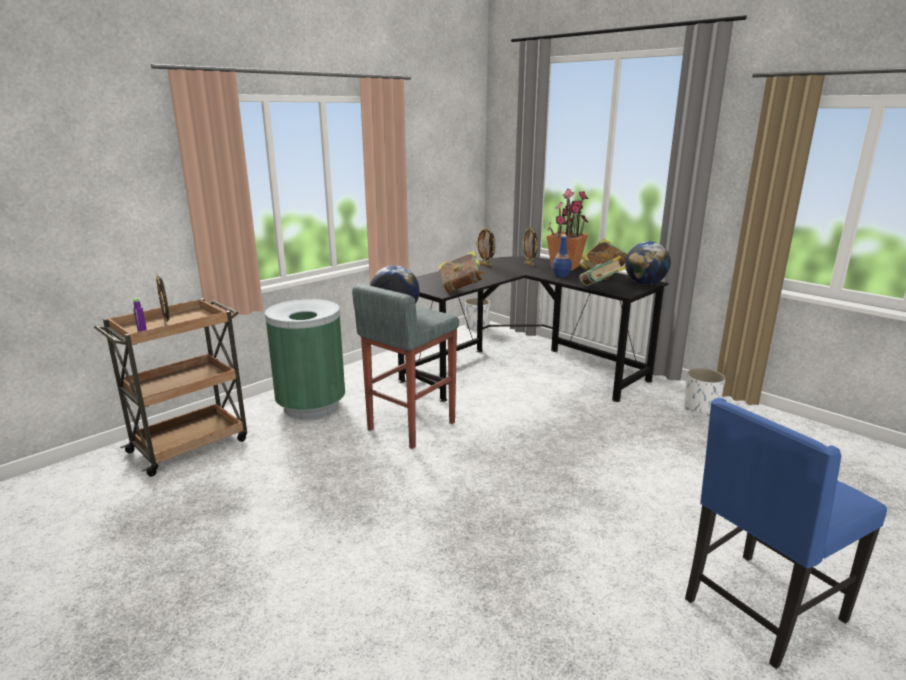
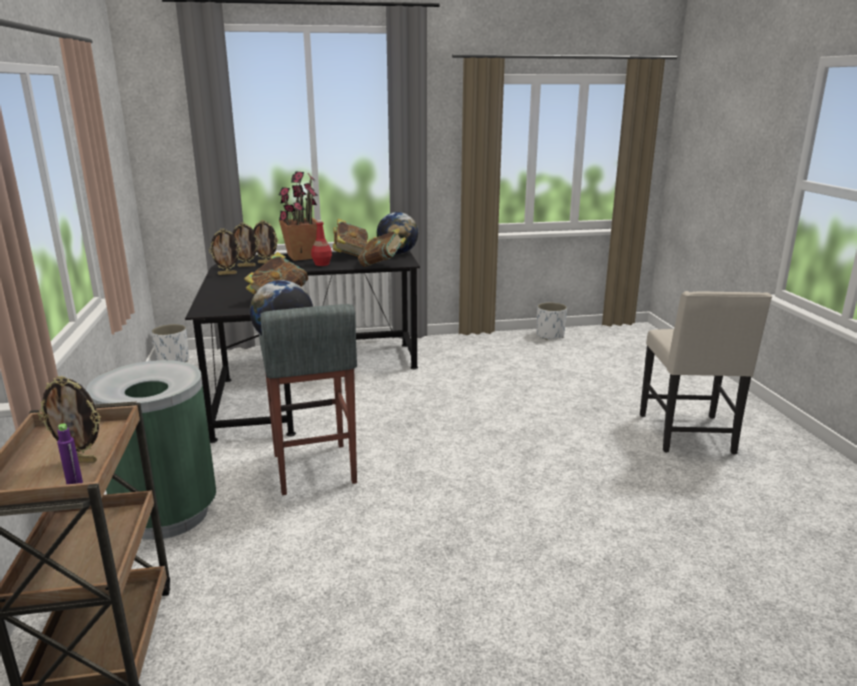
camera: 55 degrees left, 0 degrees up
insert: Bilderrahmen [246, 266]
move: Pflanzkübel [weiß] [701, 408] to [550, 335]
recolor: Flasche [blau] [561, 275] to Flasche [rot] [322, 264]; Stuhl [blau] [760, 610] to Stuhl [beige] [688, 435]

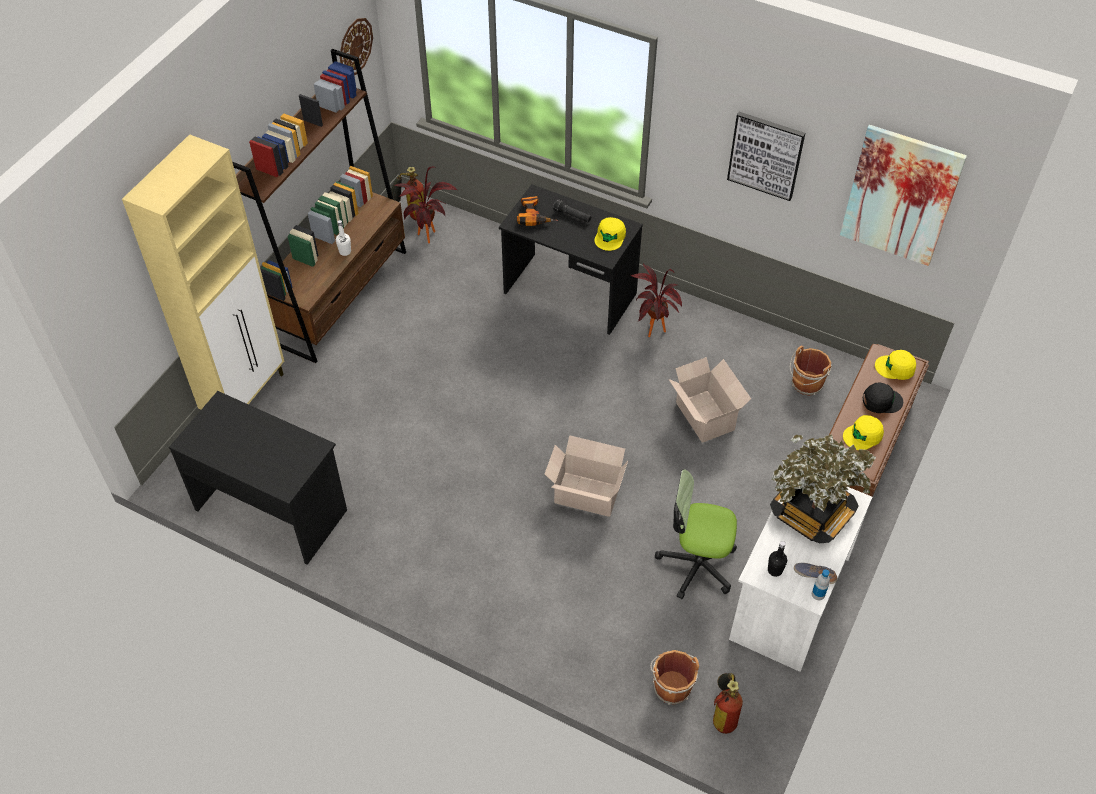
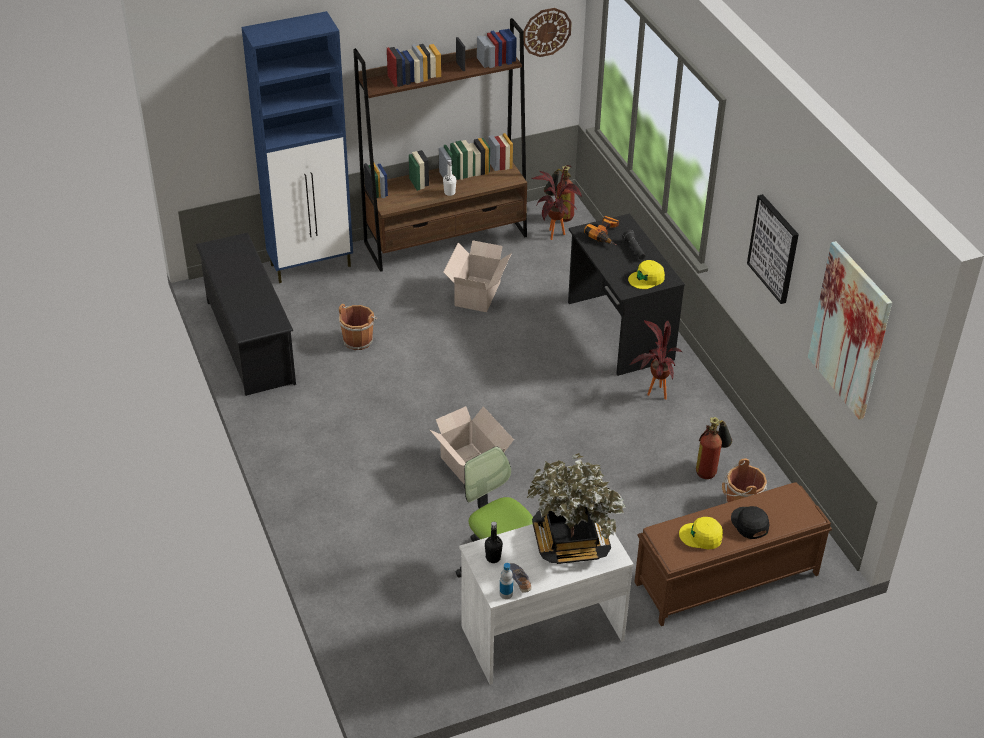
camera: 40 degrees right, 10 degrees down
delete: Kappe [gelb] [895, 368]
move: Eimer [braun] [671, 686] to [358, 339]; Karton [704, 415] to [478, 293]; Feuerlöscher [724, 714] to [711, 468]
replace: Schreibtisch [schwarz] [272, 508] to Schuhregal [schwarz] [250, 341]
recolor: Schrank [beige] [246, 396] to Schrank [blau] [312, 265]
rotate: Kappe [schwarz] [881, 401] = [749, 523] 150 degrees counterclockwise

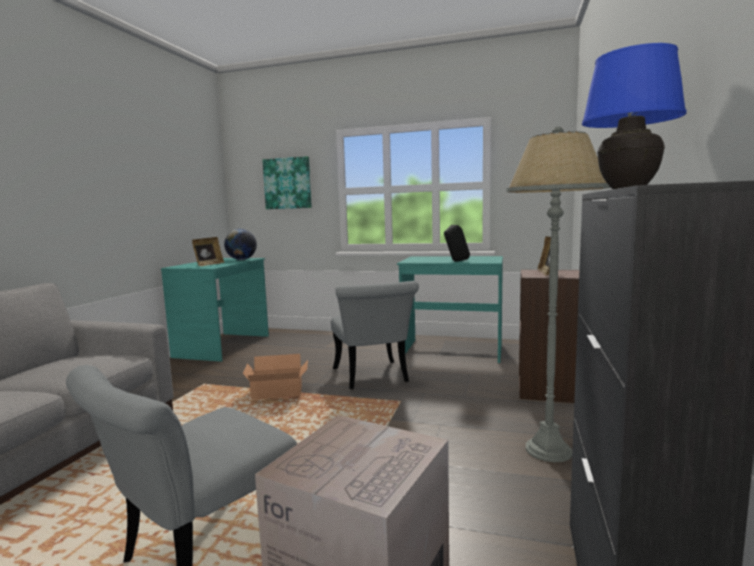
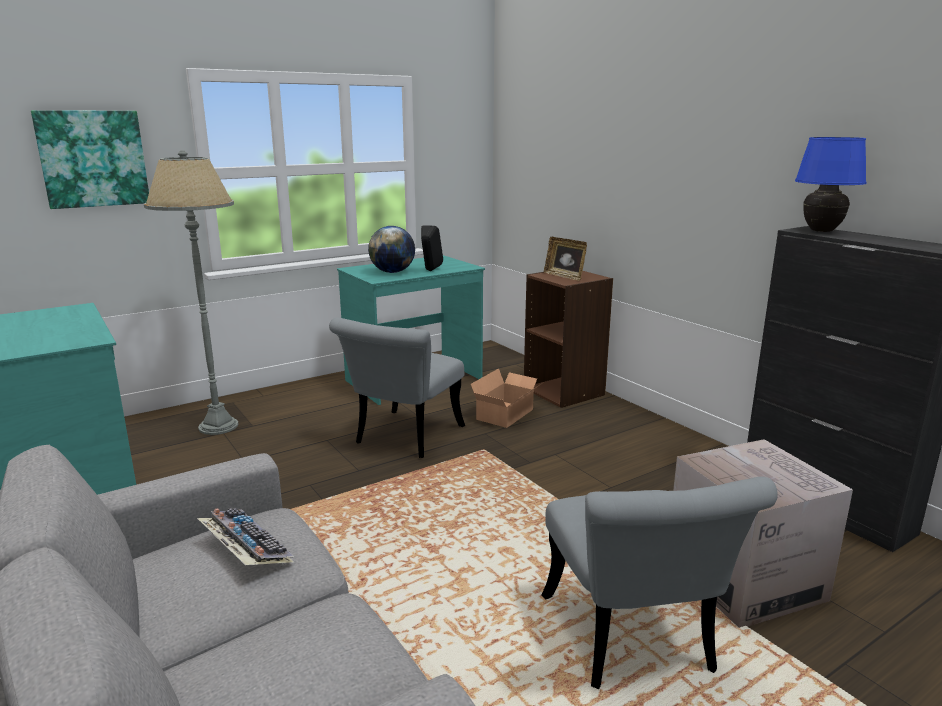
camera: 50 degrees left, 10 degrees up
delete: Bilderrahmen [208, 264]
insert: Tastatur [244, 548]
move: Globus [241, 259] to [392, 272]; Karton [278, 393] to [507, 414]; Stehlampe [grau] [549, 450] to [219, 426]
rotate: Stuhl [grau] [372, 378] = [403, 438] 90 degrees clockwise

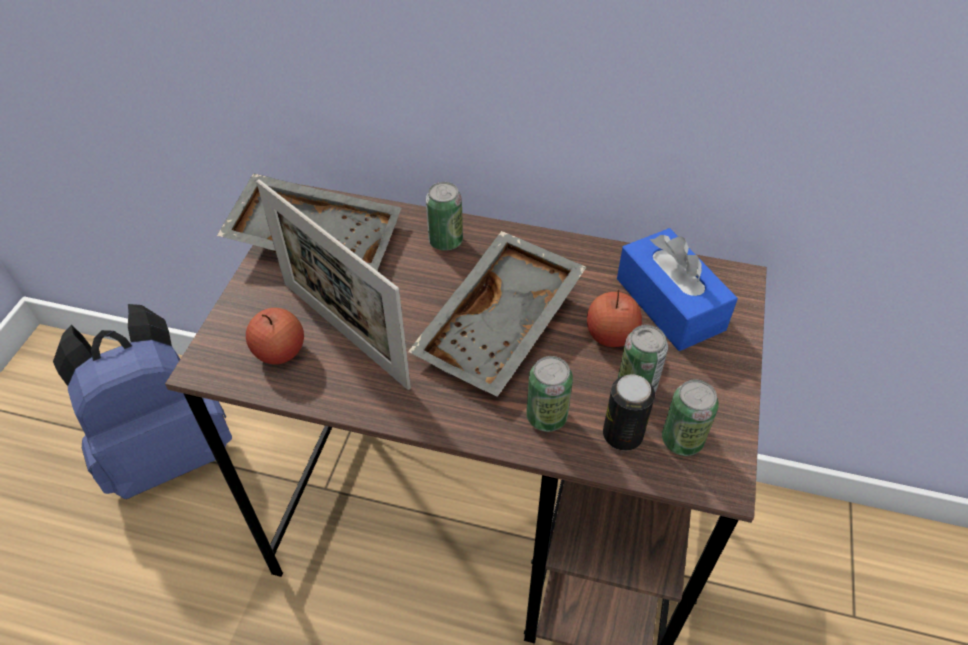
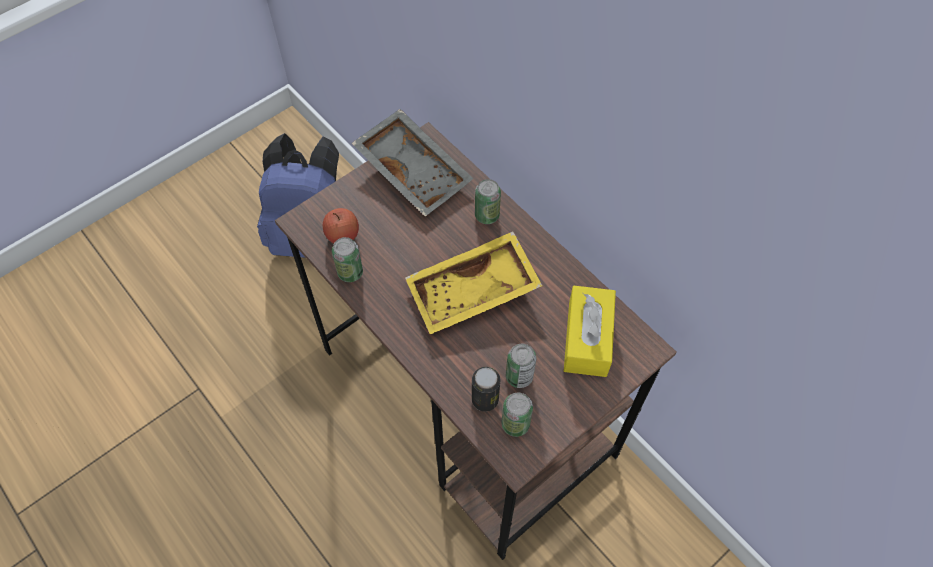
camera: 35 degrees right, 10 degrees up
delete: Bilderrahmen [344, 333]; Apfel [611, 335]
move: Dose [546, 416] to [350, 272]
recolor: Tablett [grau] [502, 327] to Tablett [gelb] [473, 293]; Taschentuchbox [blau] [669, 304] to Taschentuchbox [gelb] [587, 338]

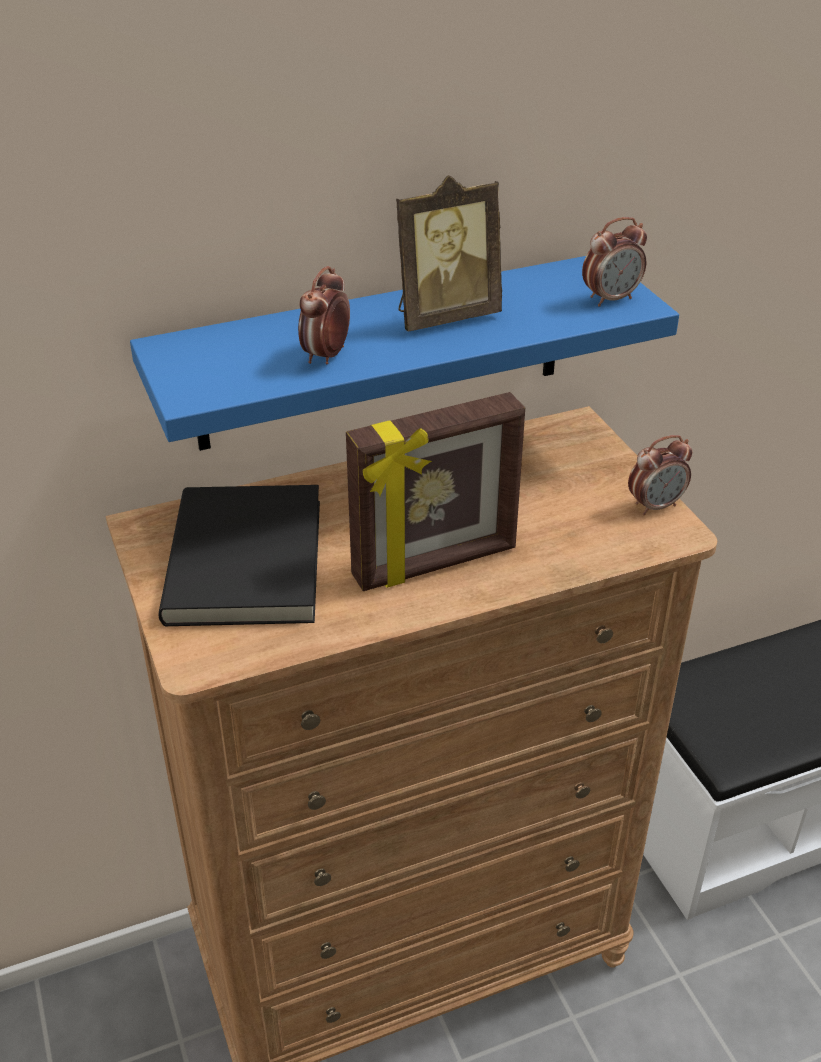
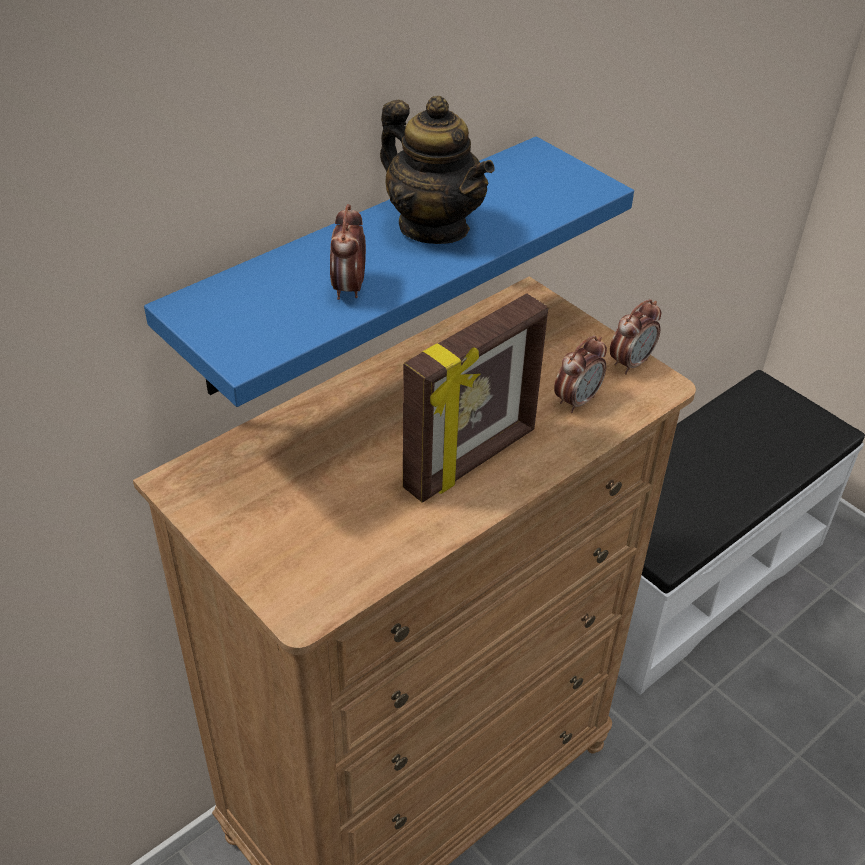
camera: 20 degrees left, 5 degrees up
delete: Buch [schwarz] [250, 560]
move: Wecker [611, 299] to [577, 401]
replace: Bilderrahmen [444, 316] to Teekanne [433, 227]

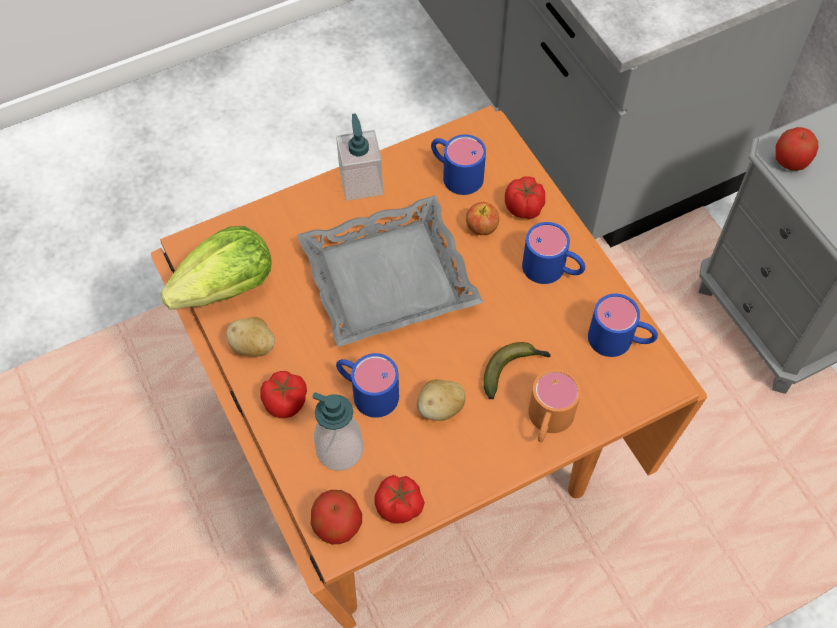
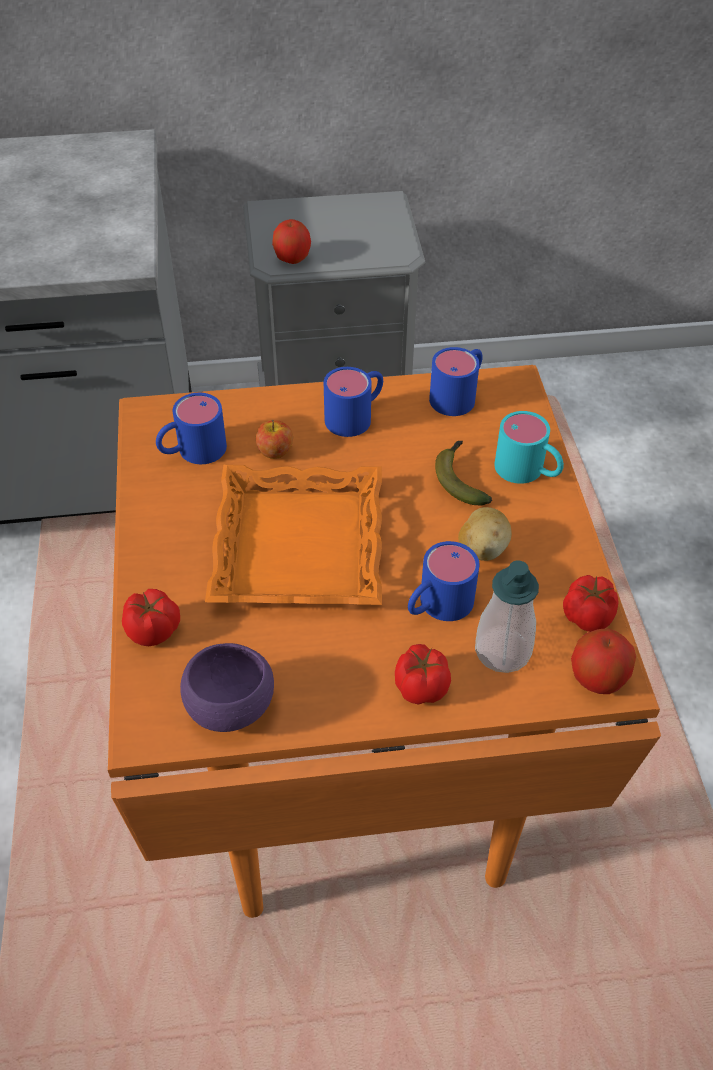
camera: 70 degrees left, 10 degrees down
delete: Kartoffel [253, 346]; Seifenspender [361, 183]
move: Tomate [524, 208] to [154, 630]
replace: Salatkopf [227, 288] to Schüssel [lila] [231, 708]
recolor: Tablett [grau] [388, 277] to Tablett [orange] [297, 545]; Henkelbecher [orange] [547, 422] to Henkelbecher [türkis] [528, 471]

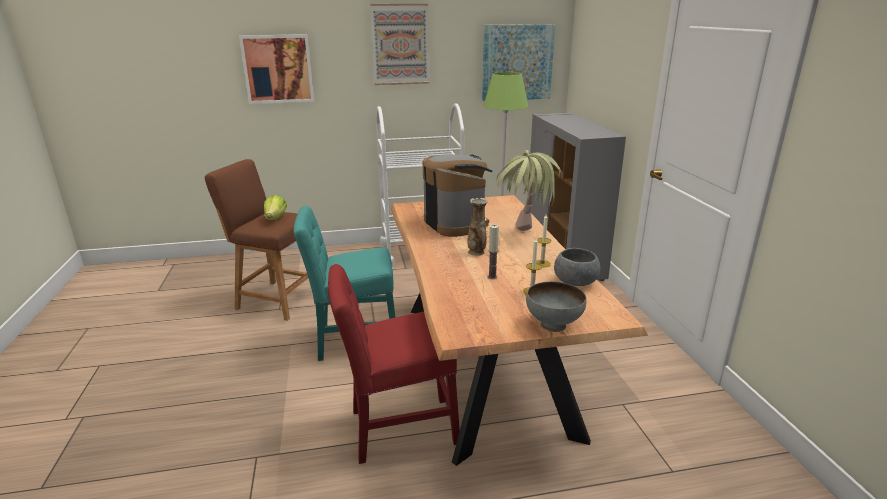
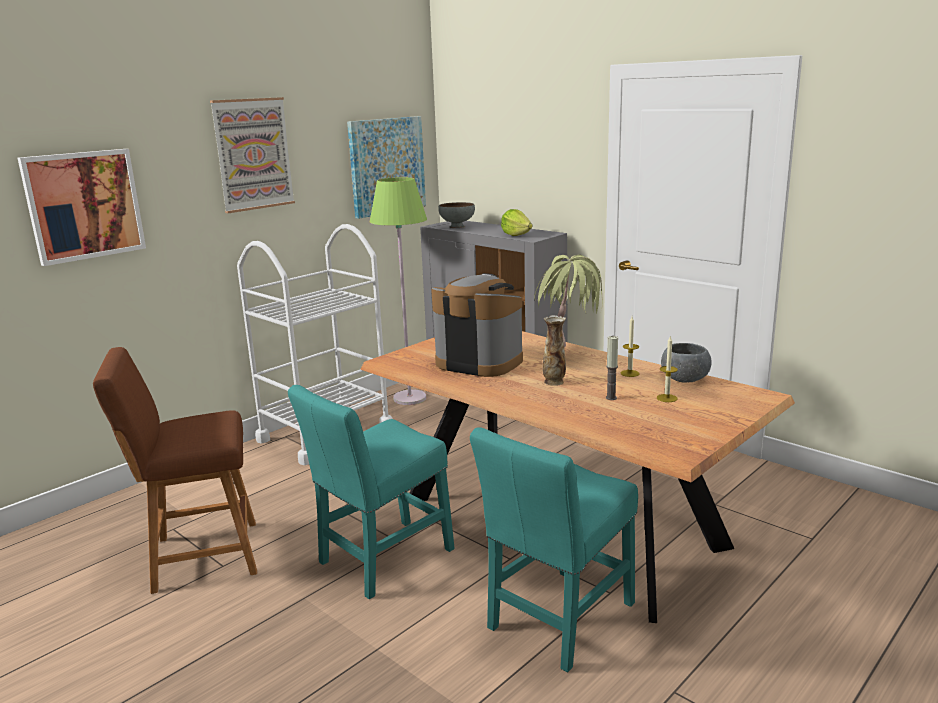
camera: 35 degrees left, 5 degrees down
move: Salatkopf [276, 218] to [516, 235]; Schüssel [grau] [553, 325] to [457, 227]
recolor: Stuhl [rot] [397, 429] to Stuhl [türkis] [558, 621]

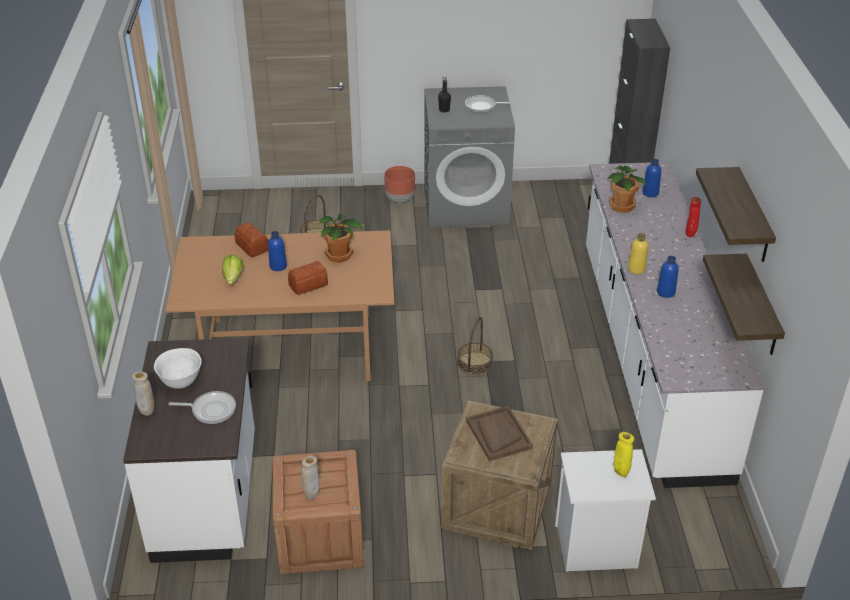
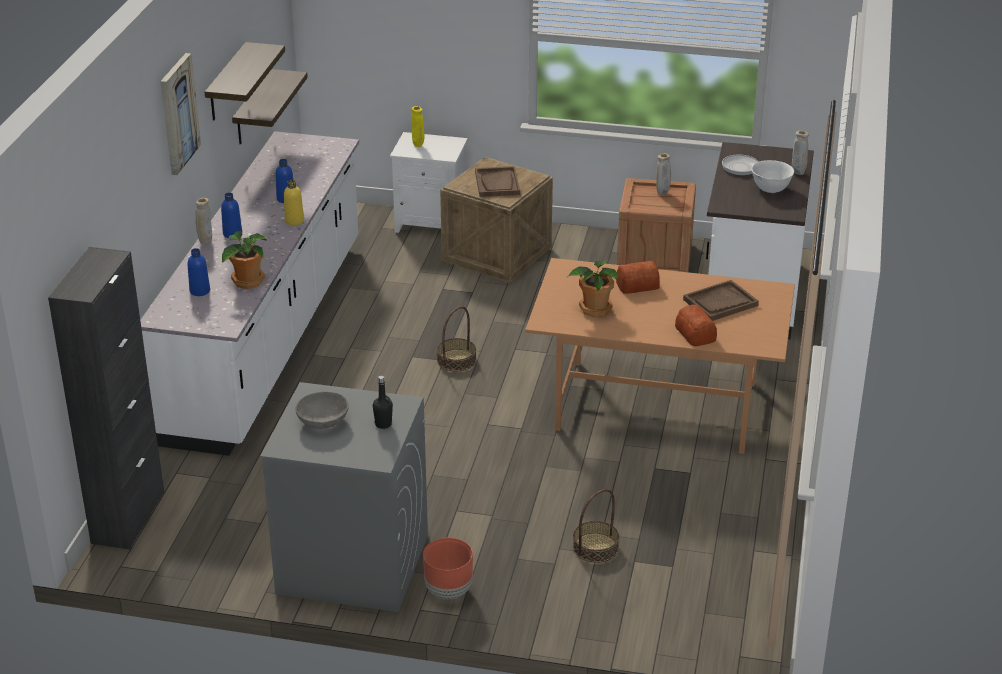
camera: 165 degrees left, 5 degrees down
insert: Bild [178, 113]
move: Flasche [blau] [278, 266] to [232, 234]
replace: Salatkopf [233, 278] to Tablett [braun] [720, 303]; Pfanne [482, 106] to Schüssel [grau] [322, 421]
recolor: Vase [rot] [690, 235] to Vase [beige] [205, 242]

